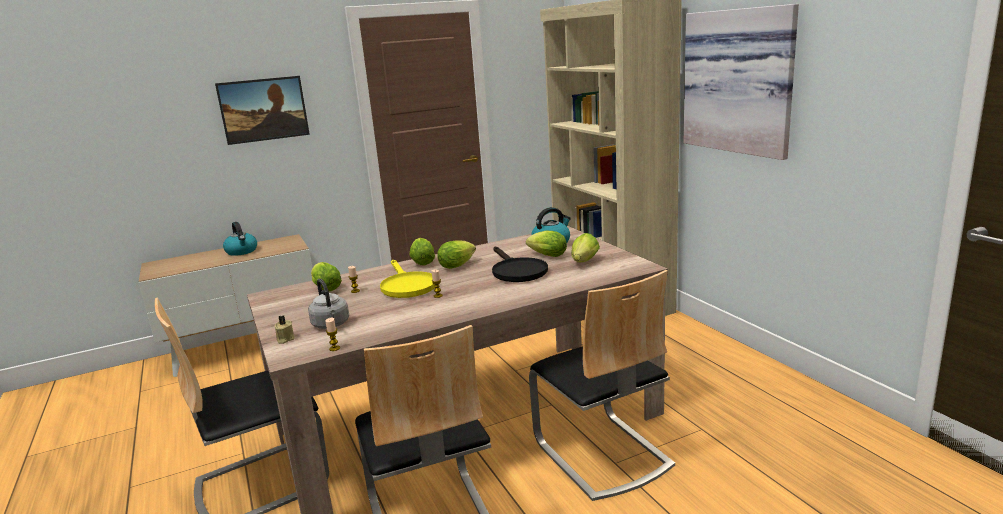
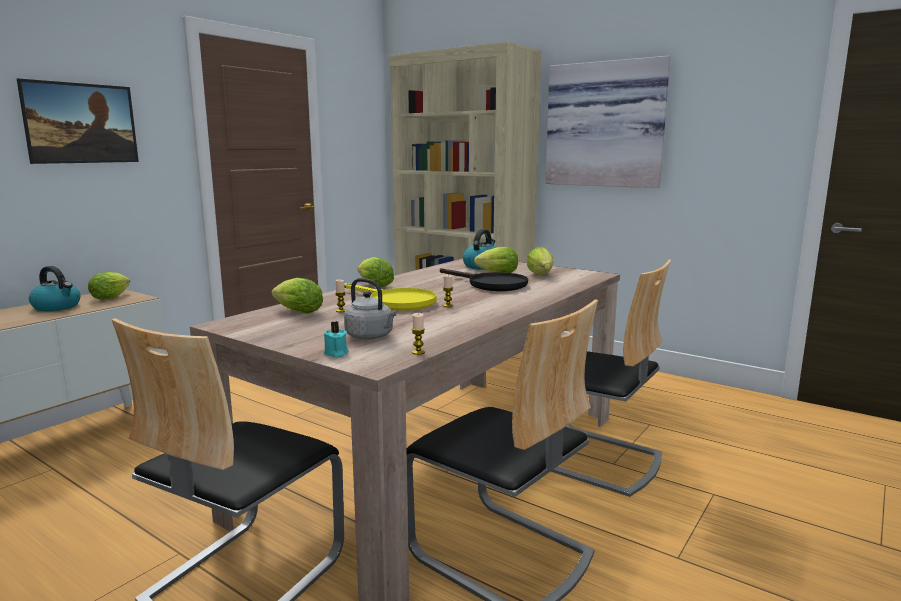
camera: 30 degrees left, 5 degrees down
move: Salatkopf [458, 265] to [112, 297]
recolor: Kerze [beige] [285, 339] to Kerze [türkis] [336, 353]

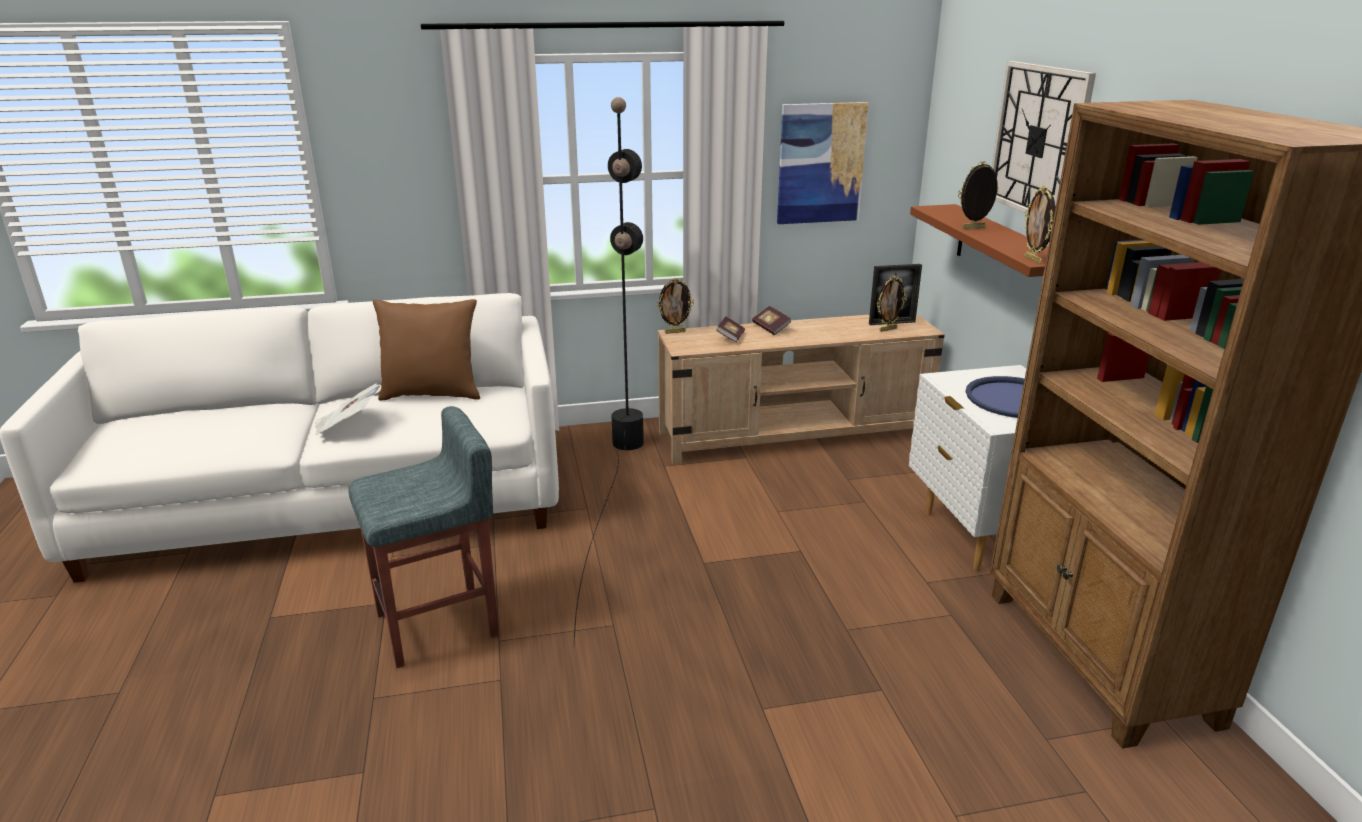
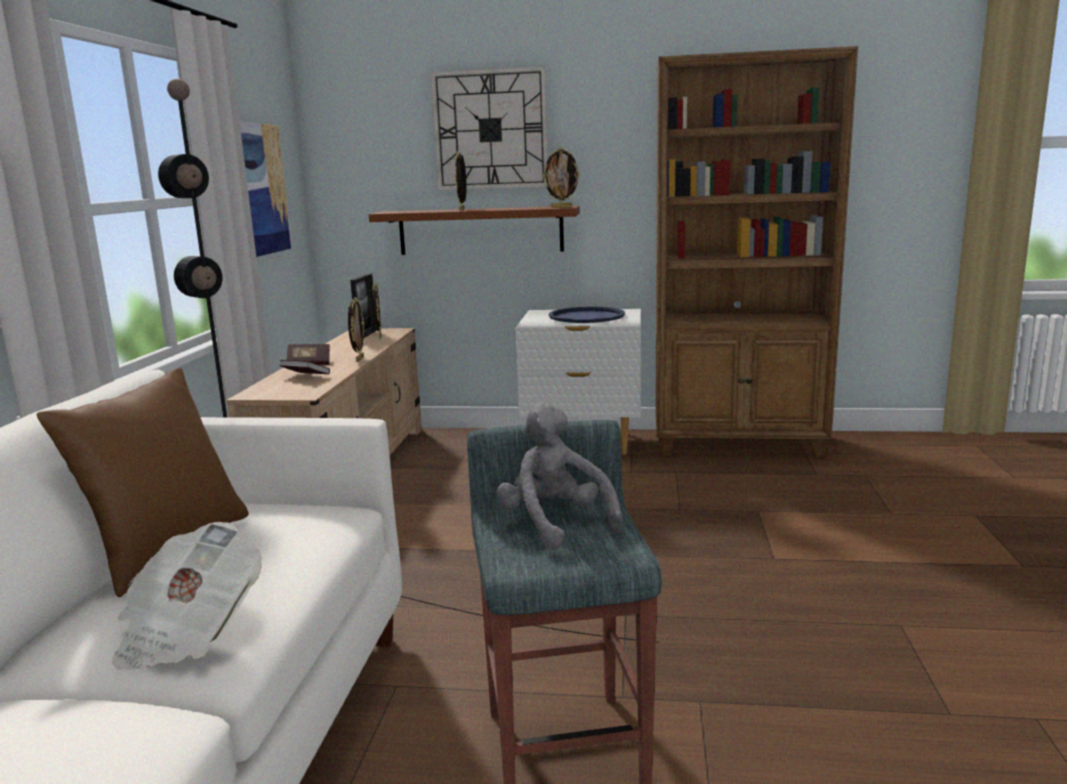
camera: 70 degrees left, 10 degrees down
insert: Plüschtier [grau] [555, 524]
move: Bilderrahmen [675, 332] to [359, 359]

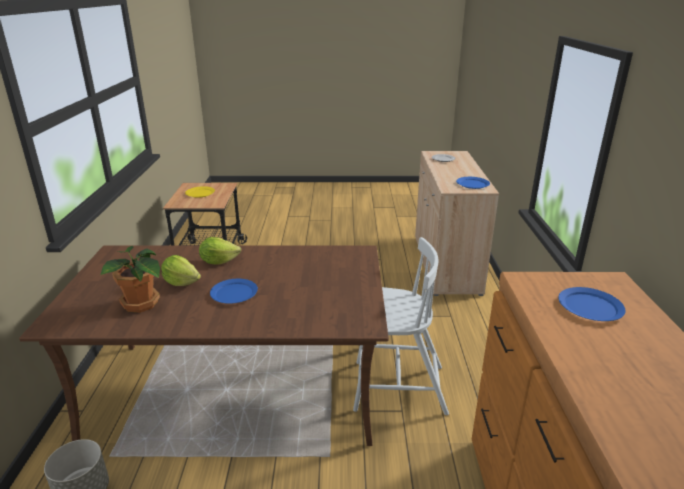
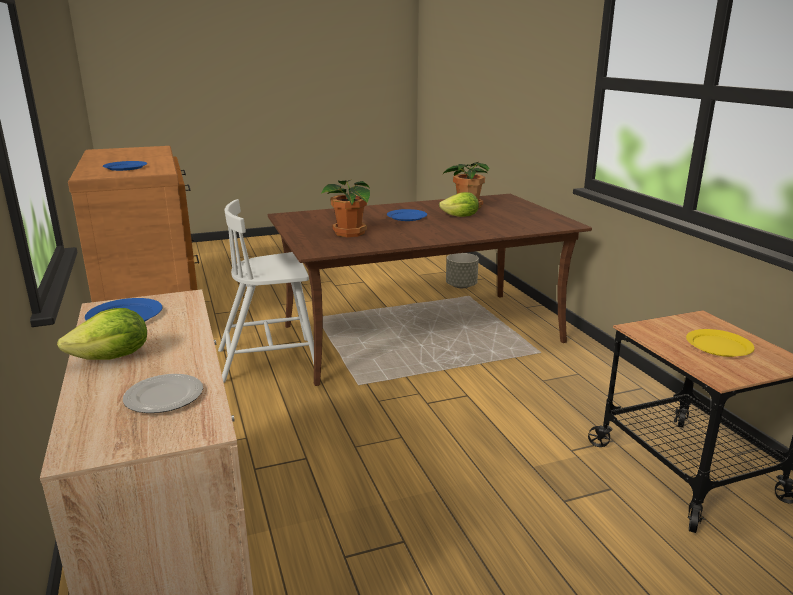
camera: 160 degrees right, 5 degrees down
insert: Topfpflanze [349, 233]
move: Salatkopf [218, 261] to [113, 358]

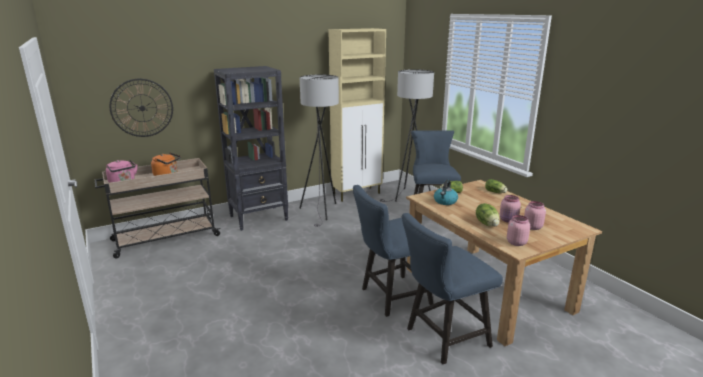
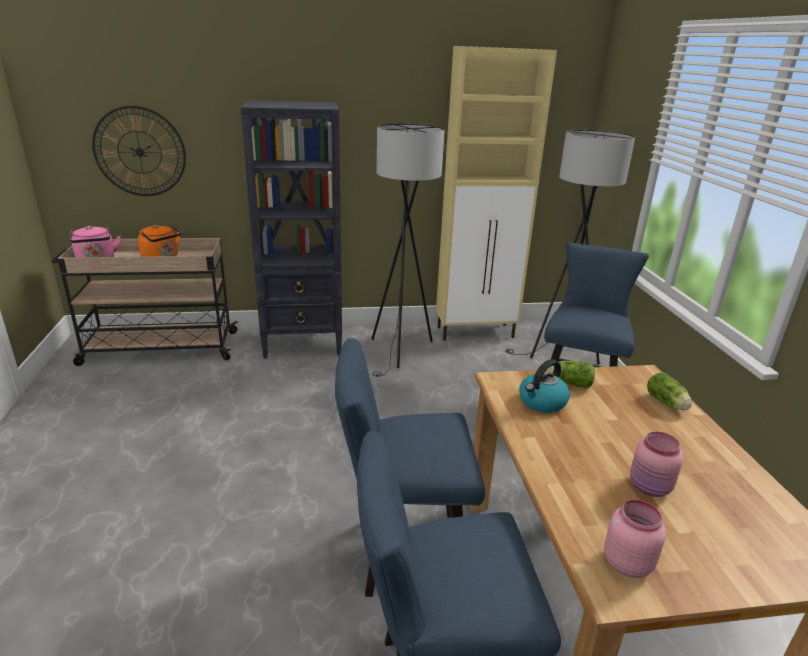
camera: 20 degrees right, 5 degrees up
delete: Salatkopf [487, 224]; Vorratsglas [rosa] [532, 227]

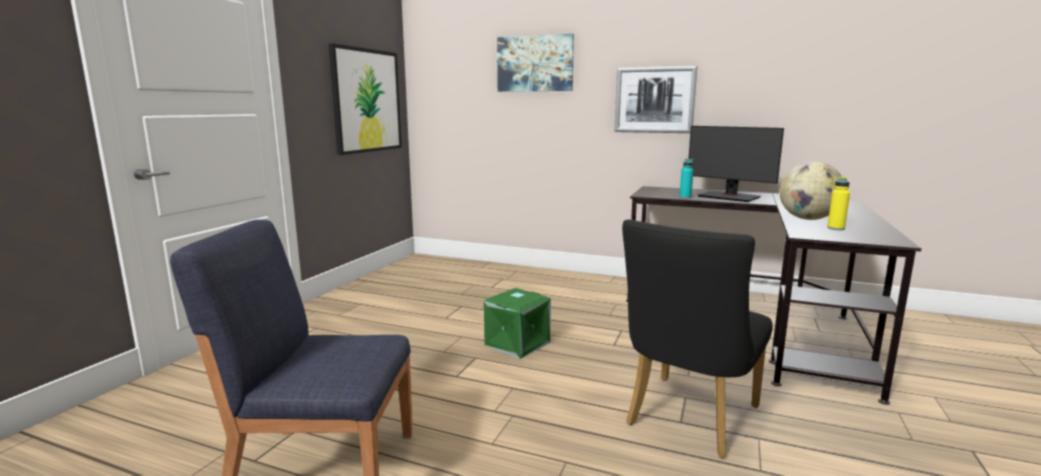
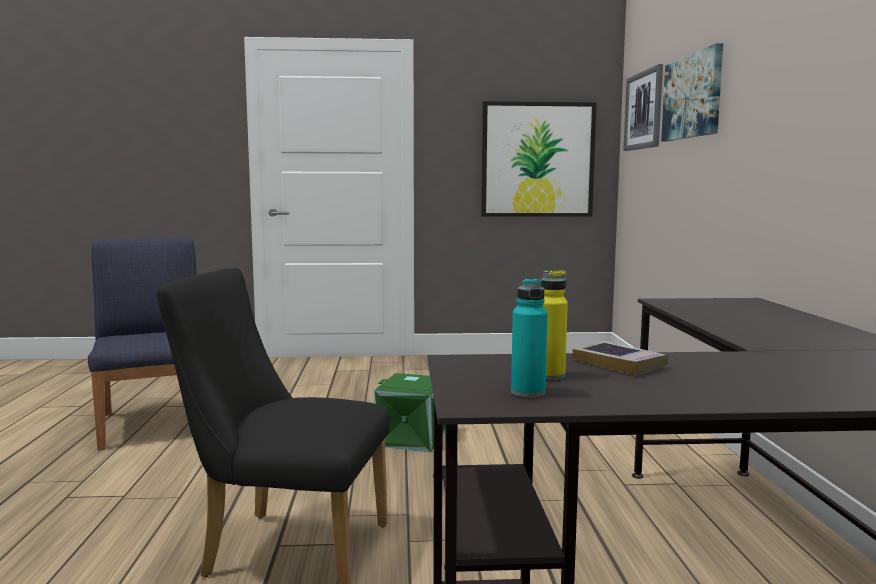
camera: 65 degrees right, 5 degrees down
delete: Monitor [729, 197]
move: Bild [654, 100] to [643, 110]; Flasche [türkis] [685, 197] to [528, 392]
replace: Globus [808, 219] to Buch [619, 364]

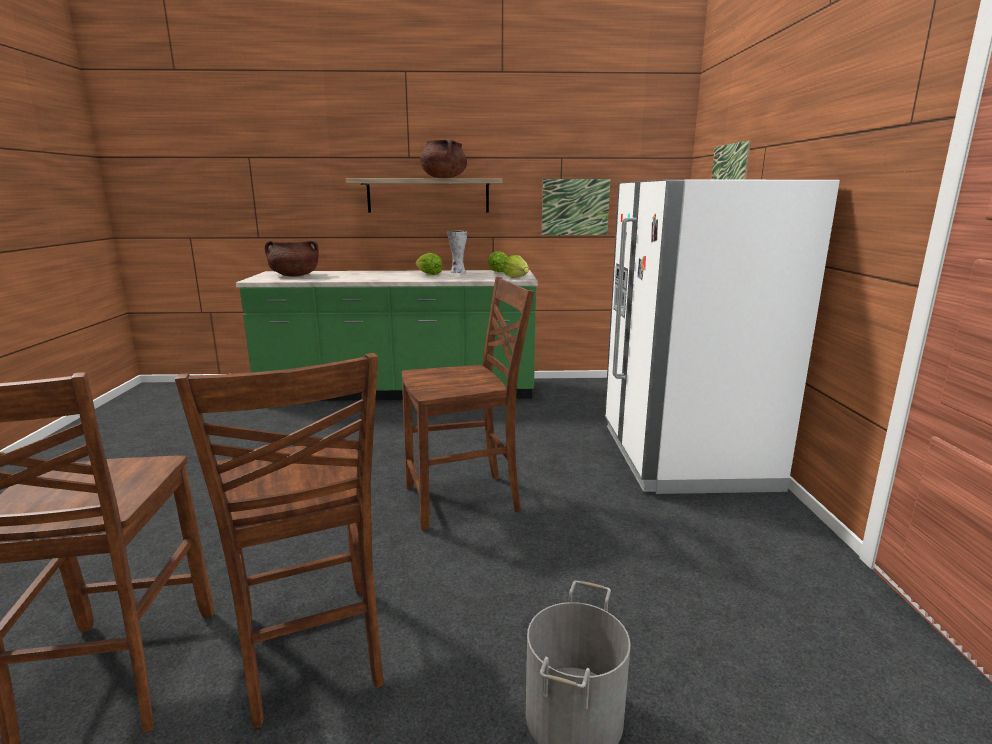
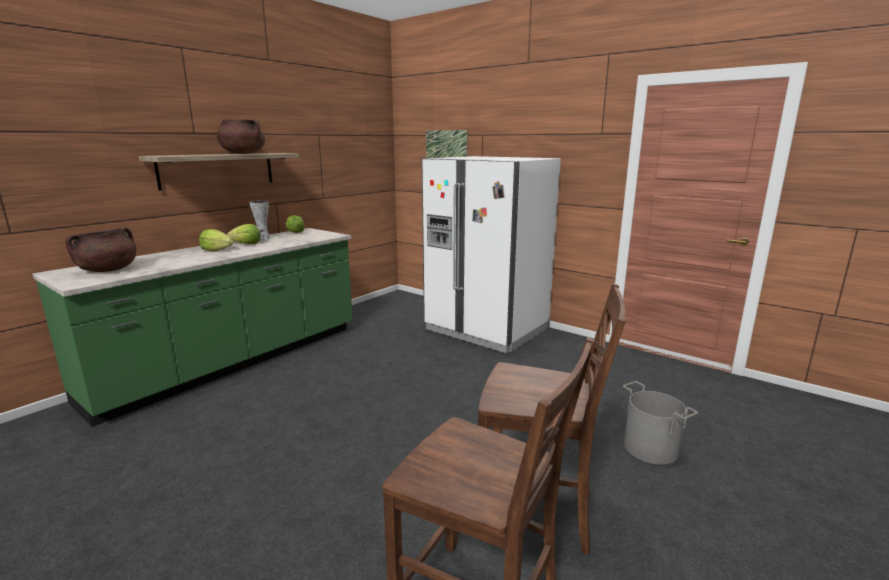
camera: 50 degrees left, 0 degrees up
delete: Stuhl [braun] [465, 500]; Bild [575, 207]
move: Salatkopf [516, 277] to [216, 250]

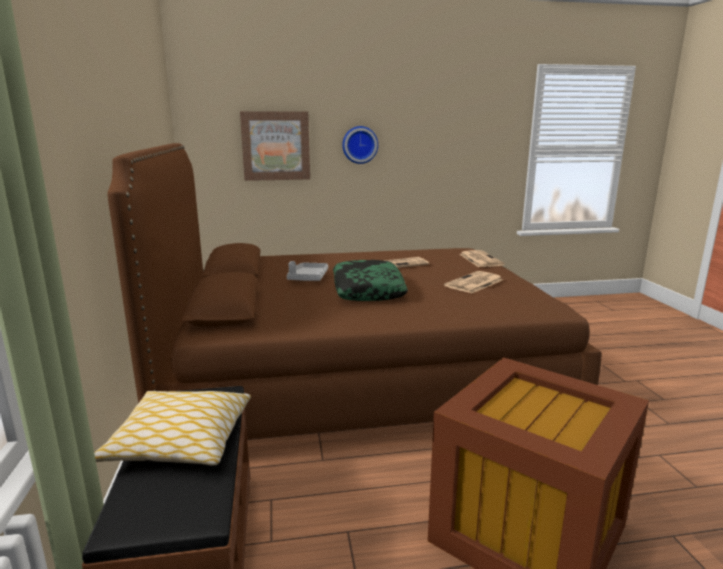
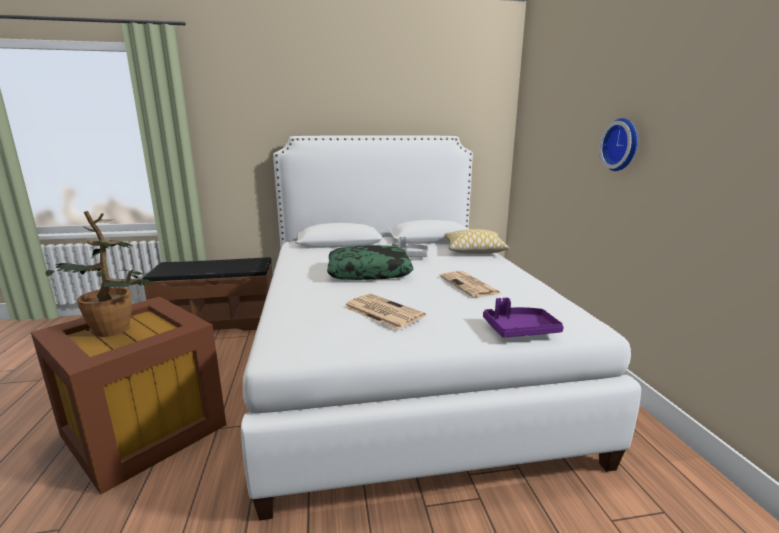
camera: 90 degrees right, 0 degrees up
delete: Bild [276, 146]
insert: Topfpflanze [116, 332]
move: Kissen [180, 441] to [473, 250]
replace: Zeitung [480, 259] to Tablett [lila] [520, 330]
recolor: Bett [braun] [357, 376] to Bett [weiß] [399, 360]

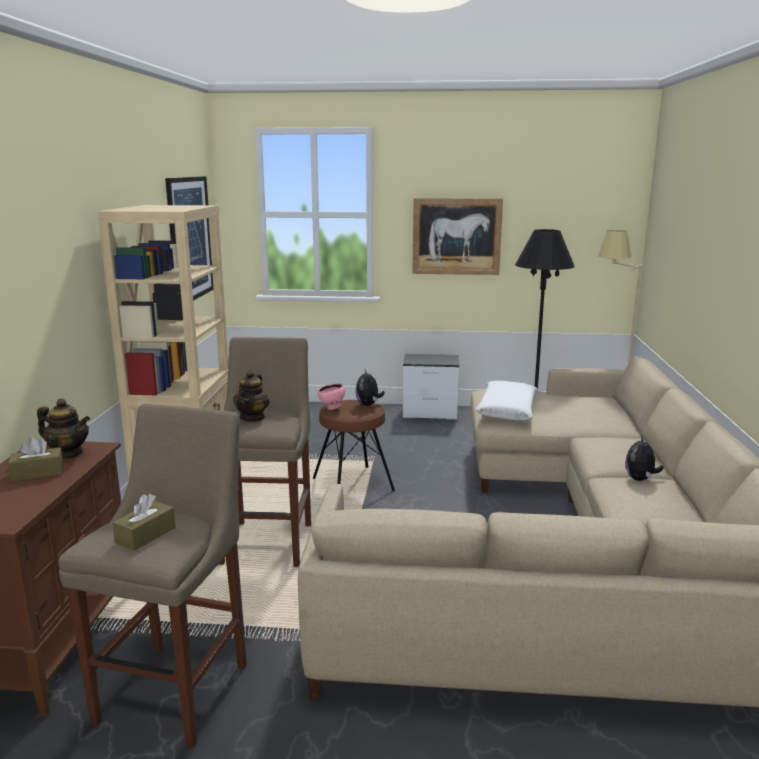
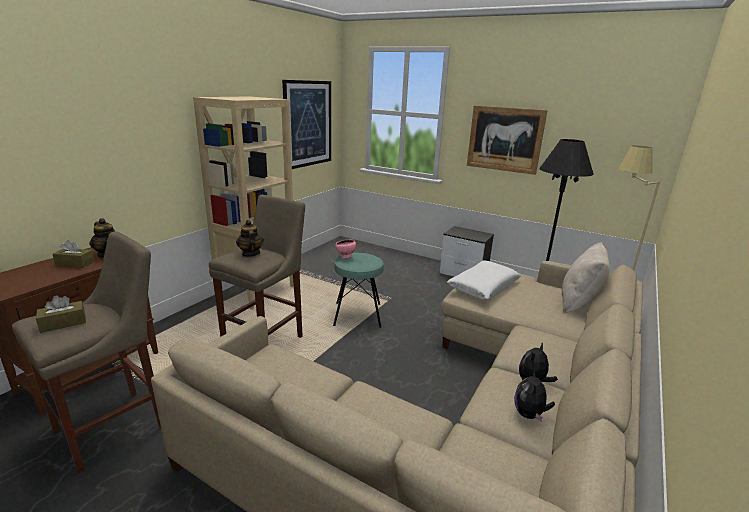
camera: 25 degrees right, 5 degrees up
insert: Kissen [beige] [578, 303]
move: Plüschtier [368, 404] to [529, 414]
recolor: Hocker [braun] [352, 484] to Hocker [türkis] [357, 314]
rotate: Teekanne [253, 417] = [250, 254] 120 degrees clockwise

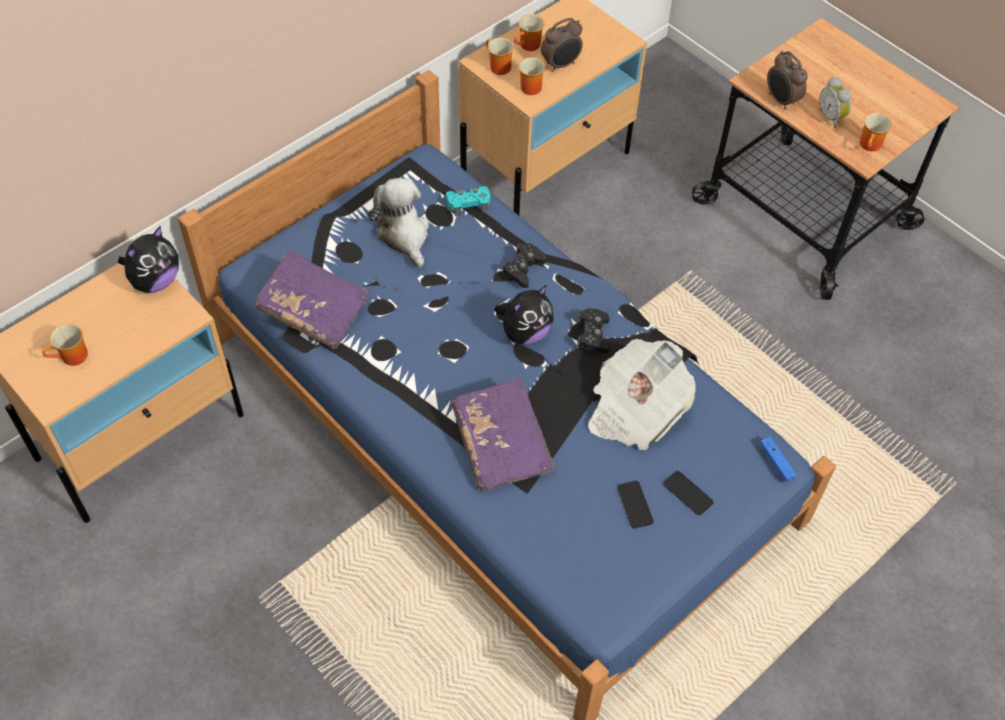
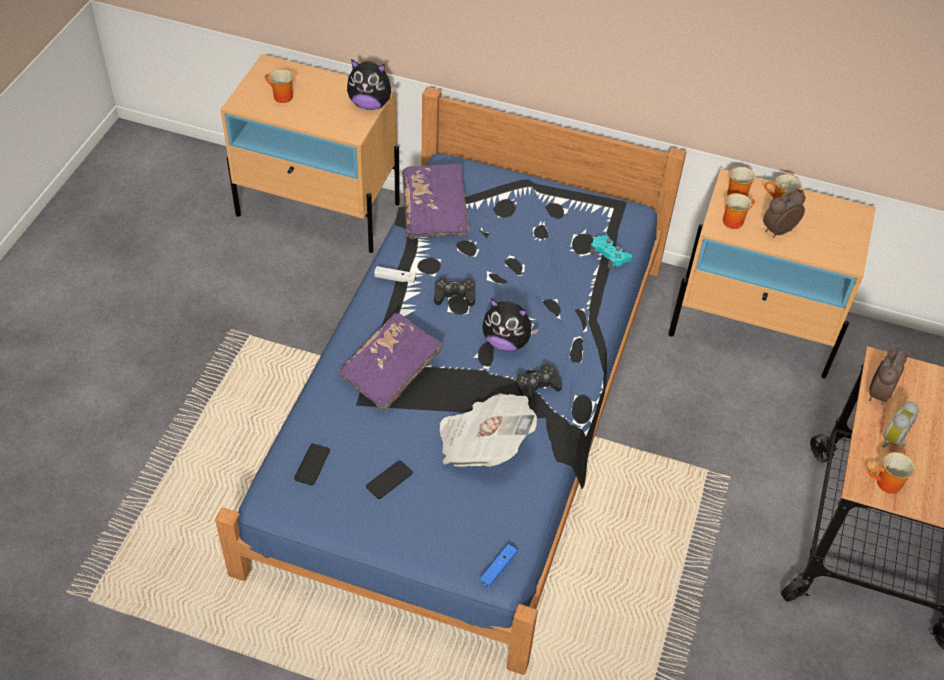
camera: 60 degrees right, 5 degrees down
delete: Plüschtier [404, 235]
insert: Gamepad [weiß] [395, 278]
move: Gamepad [schwarz] [523, 268] to [454, 295]; Handy [688, 493] to [312, 464]
rotate: Wecker [561, 65] = [777, 230] 120 degrees clockwise

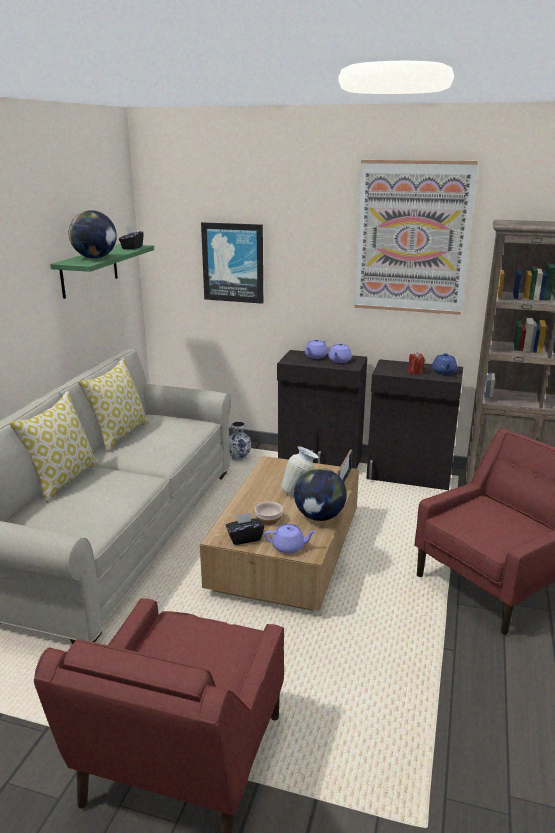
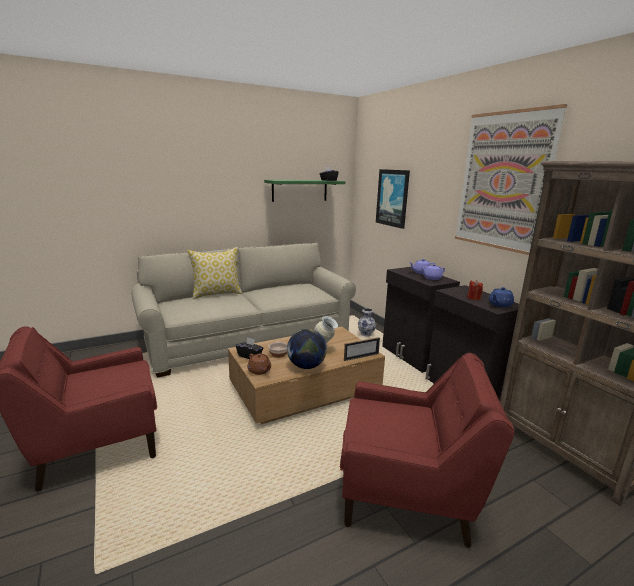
camera: 45 degrees right, 5 degrees down
delete: Globus [95, 258]; Kissen [119, 434]
recolor: Teekanne [lila] [289, 547] to Teekanne [braun] [259, 371]

